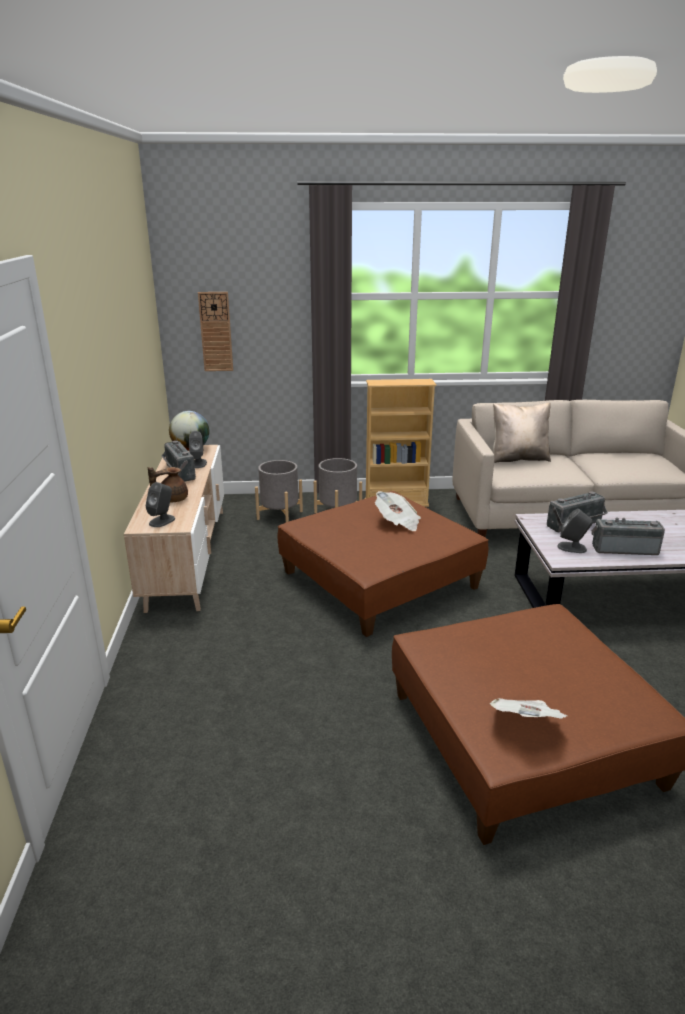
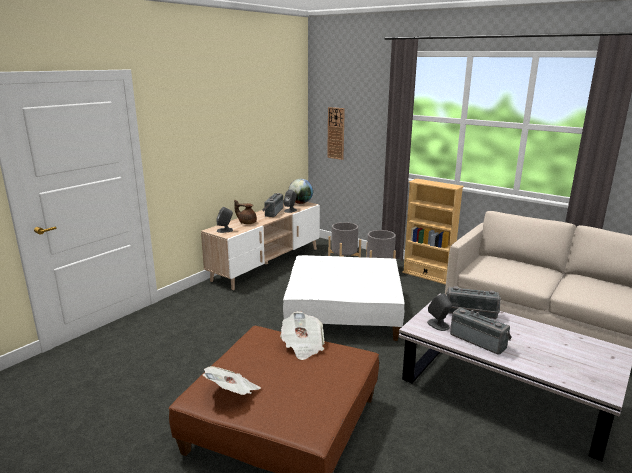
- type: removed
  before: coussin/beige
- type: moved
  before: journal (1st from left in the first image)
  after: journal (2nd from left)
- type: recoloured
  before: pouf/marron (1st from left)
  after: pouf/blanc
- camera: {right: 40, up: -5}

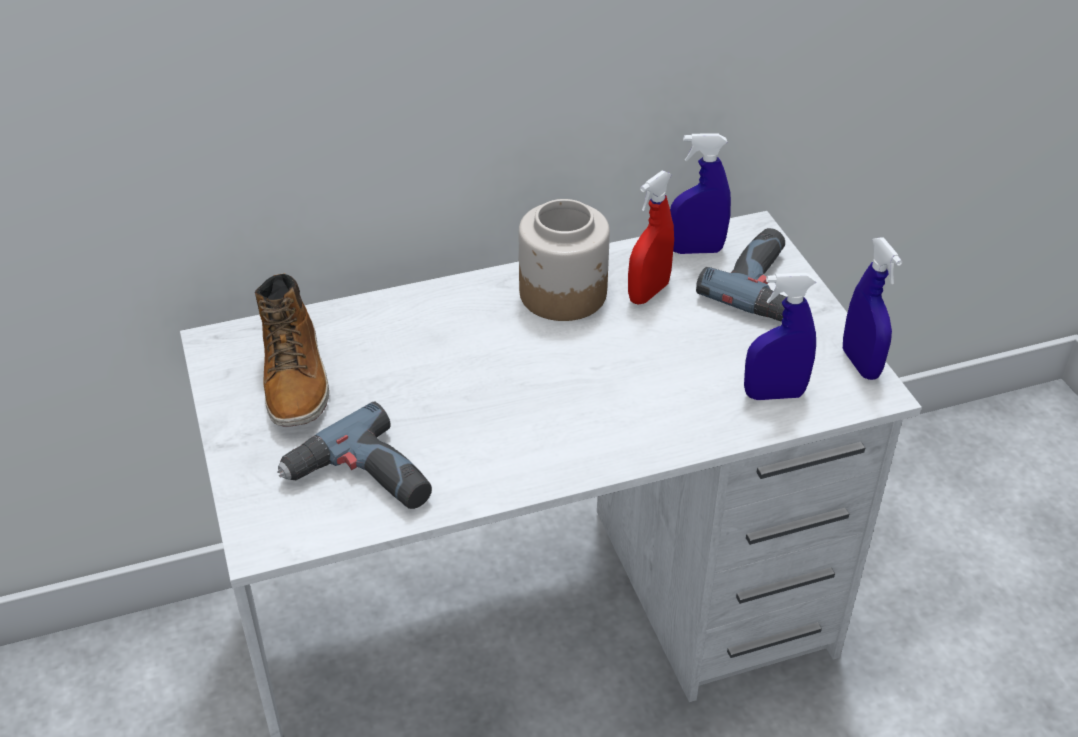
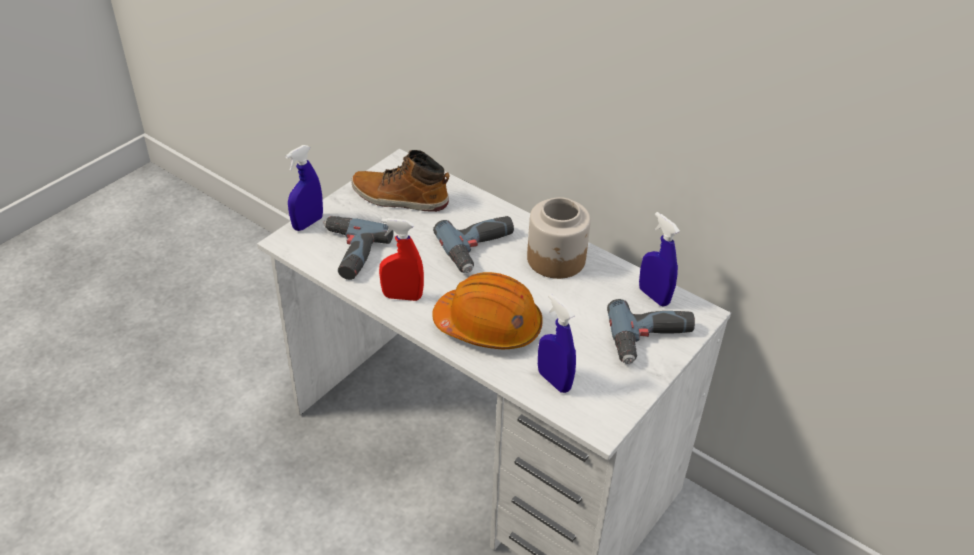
- type: added
  after: casque de chantier/orange
- type: added
  after: perceuse (2nd from left)
- type: moved
  before: vaporisateur/rouge
- type: moved
  before: vaporisateur/bleu (3rd from left in the first image)
  after: vaporisateur/bleu (1st from left)
- type: turned
  before: botte
  turn: 60
- camera: {right: 55, up: 0}

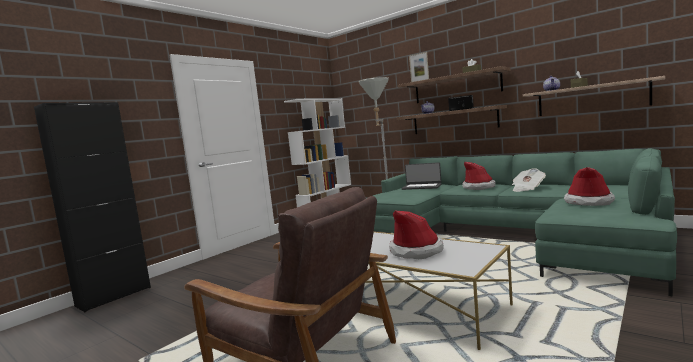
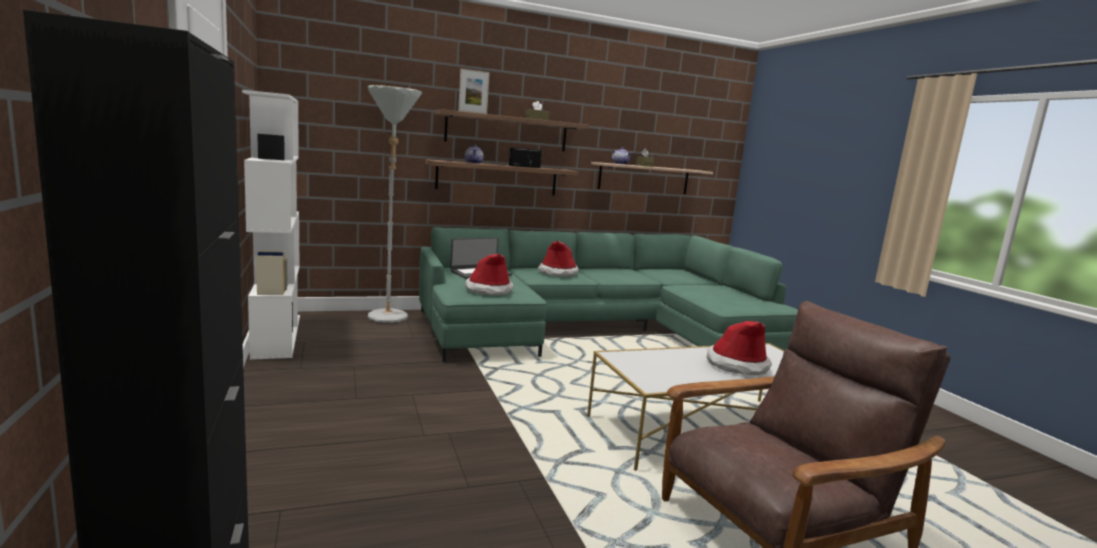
- type: removed
  before: journal
- type: moved
  before: chapeau (3rd from left in the first image)
  after: chapeau (1st from left)
- camera: {right: -60, up: 5}

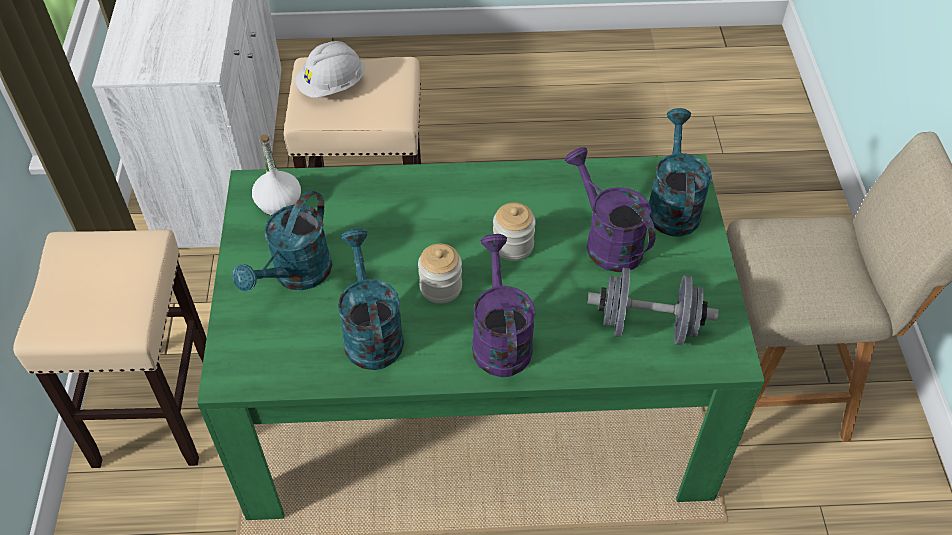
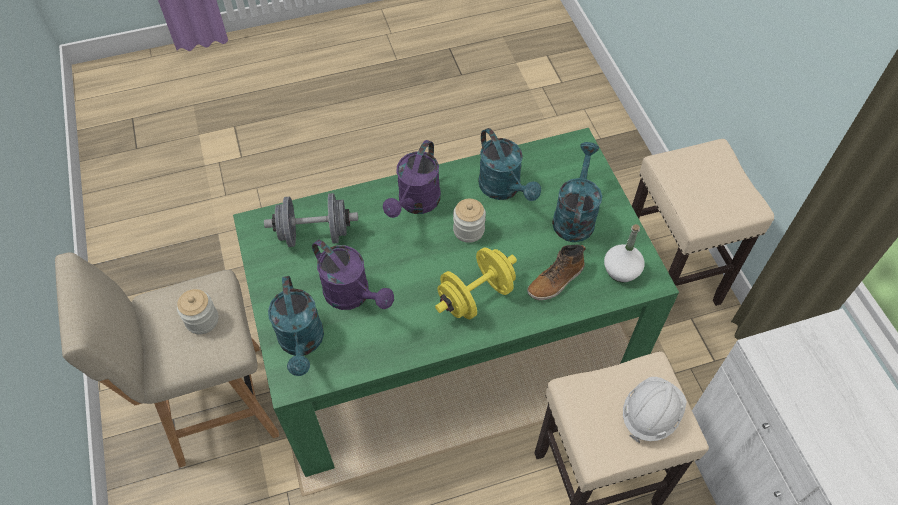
- type: added
  after: haltère/jaune
- type: added
  after: botte
- type: moved
  before: bocal (2nd from left in the first image)
  after: bocal (1st from left)
- type: turned
  before: arrosoir/violet (1st from left in the first image)
  turn: 45
- camera: {right: 165, up: 5}

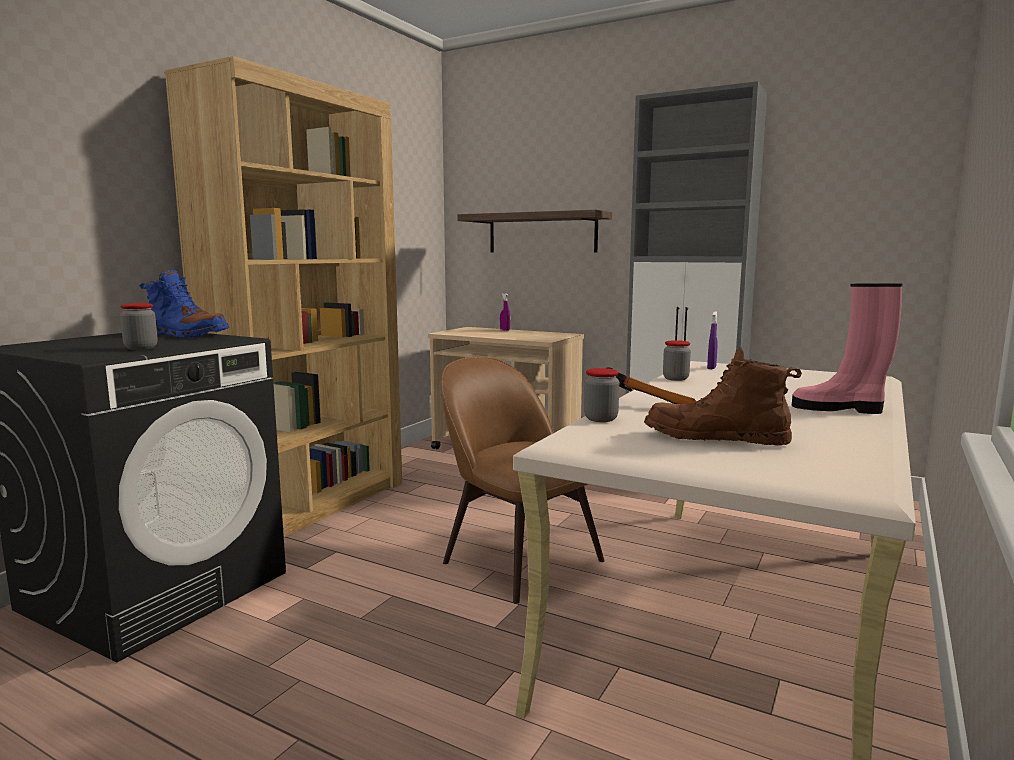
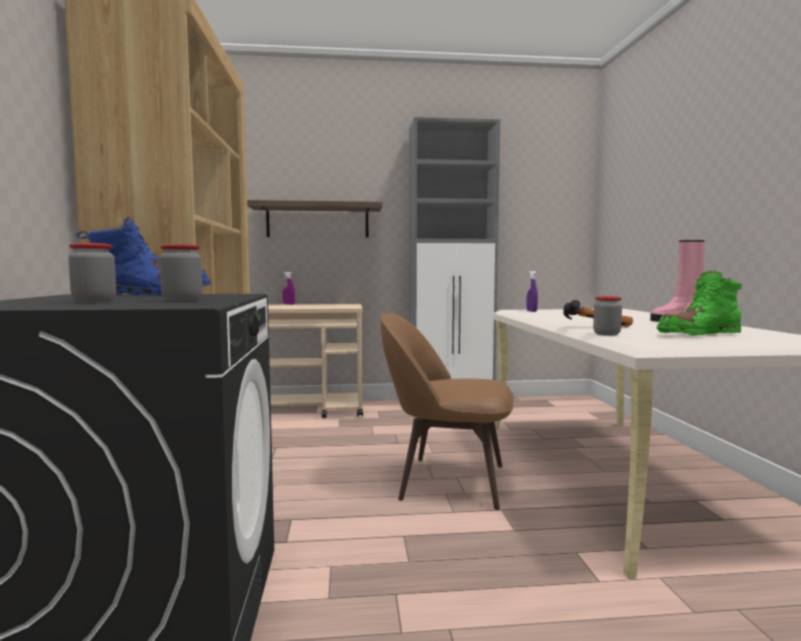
- type: moved
  before: bocal (3rd from left in the first image)
  after: bocal (1st from left)
- type: recoloured
  before: botte/marron
  after: botte/vert
- camera: {right: -35, up: -5}

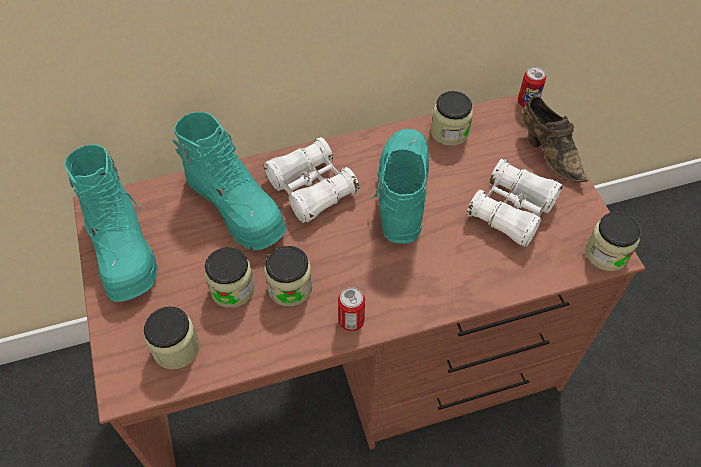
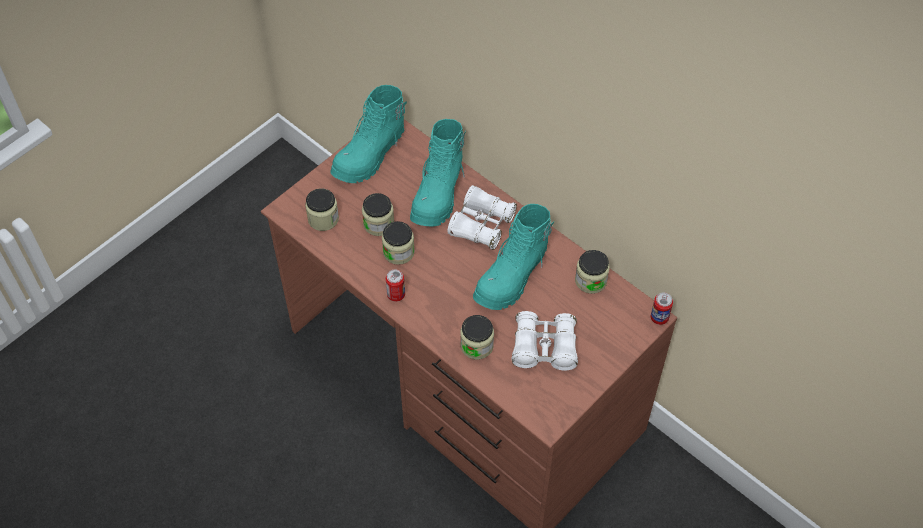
- type: removed
  before: chaussure/marron
- type: moved
  before: bocal (5th from left in the first image)
  after: bocal (4th from left)
- type: turned
  before: botte/turquoise (3rd from left)
  turn: 150
- camera: {right: 60, up: 0}

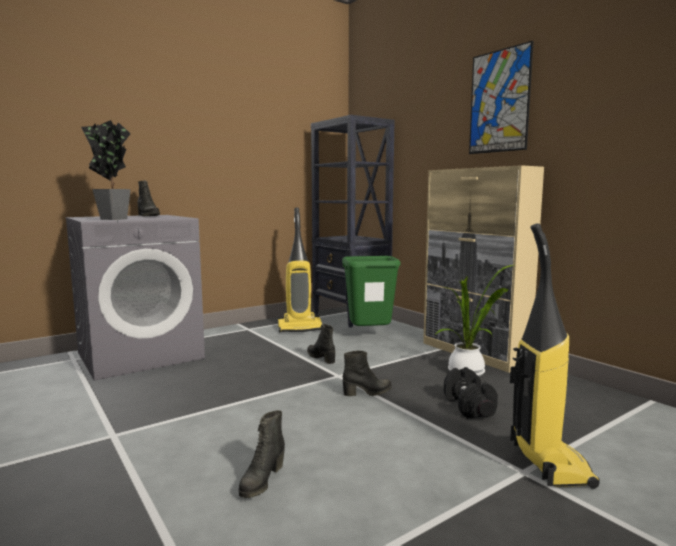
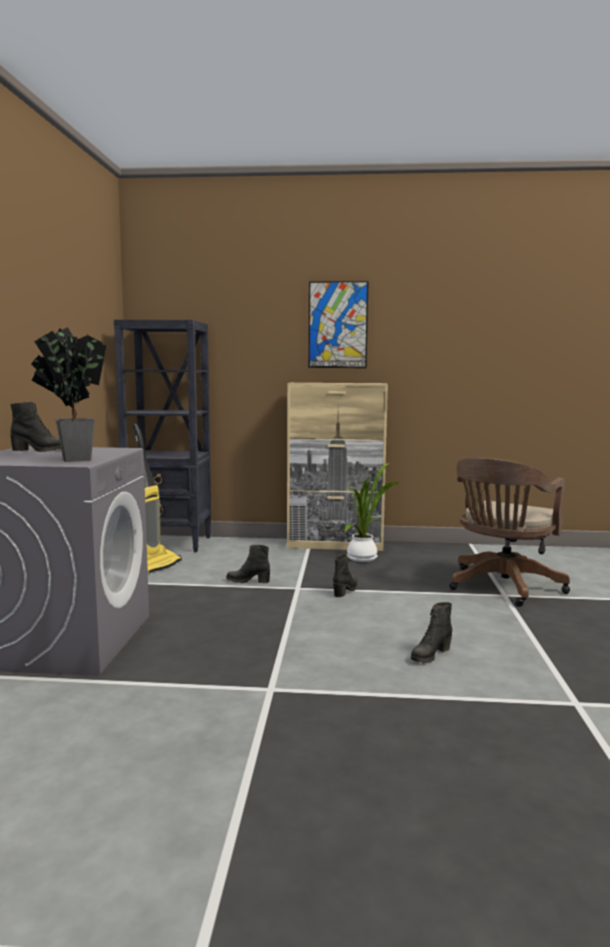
- type: removed
  before: poubelle/vert
- type: removed
  before: haltère/noir
- type: replaced
  before: aspirateur (2nd from left)
  after: chaise de bureau/marron
- type: turned
  before: botte/noir (2nd from left in the first image)
  turn: 75
- camera: {right: -50, up: 0}

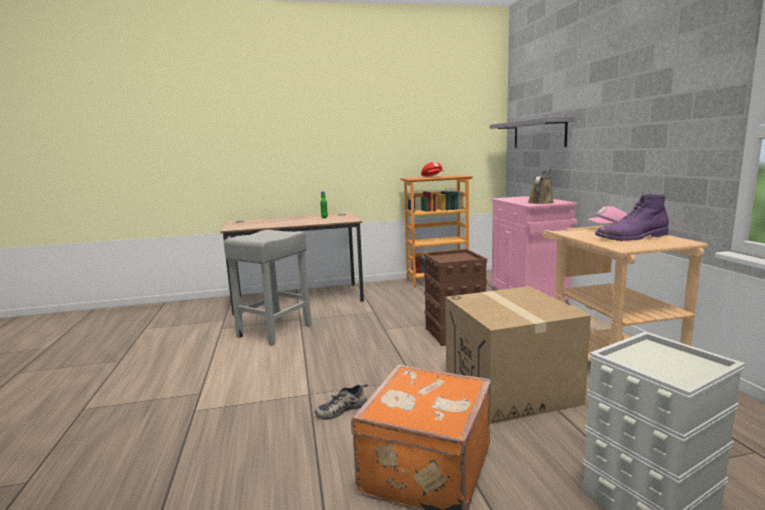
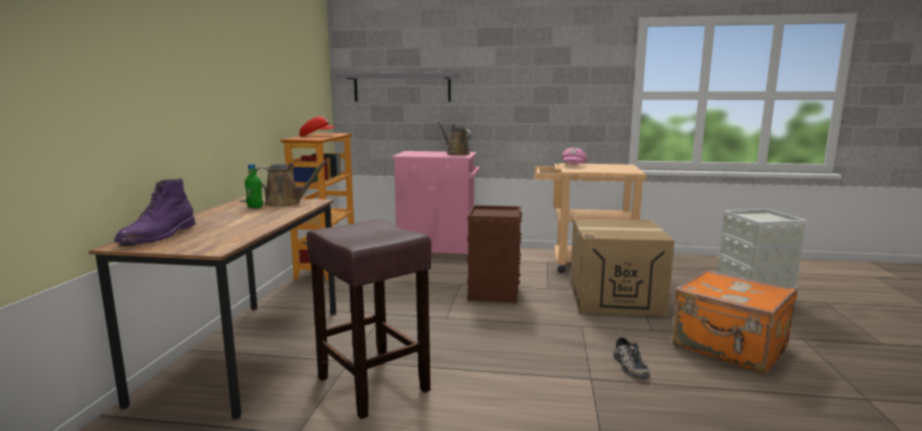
- type: added
  after: arrosoir/marron (1st from left)
- type: moved
  before: botte/violet
- type: recoloured
  before: tabouret/gris
  after: tabouret/marron
- camera: {right: -70, up: 0}

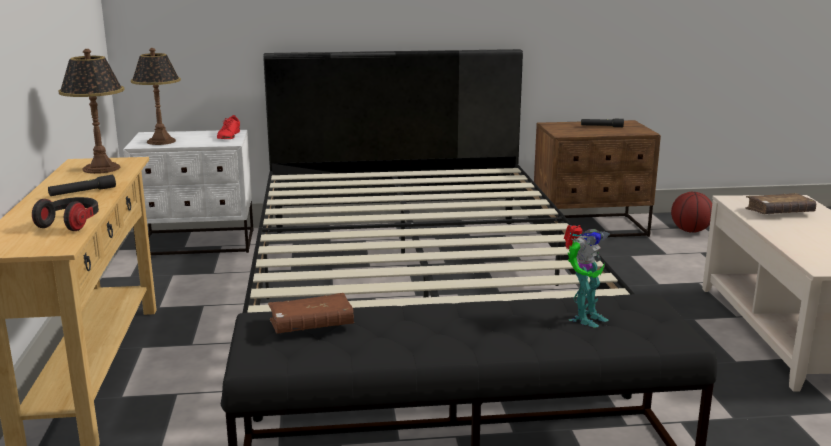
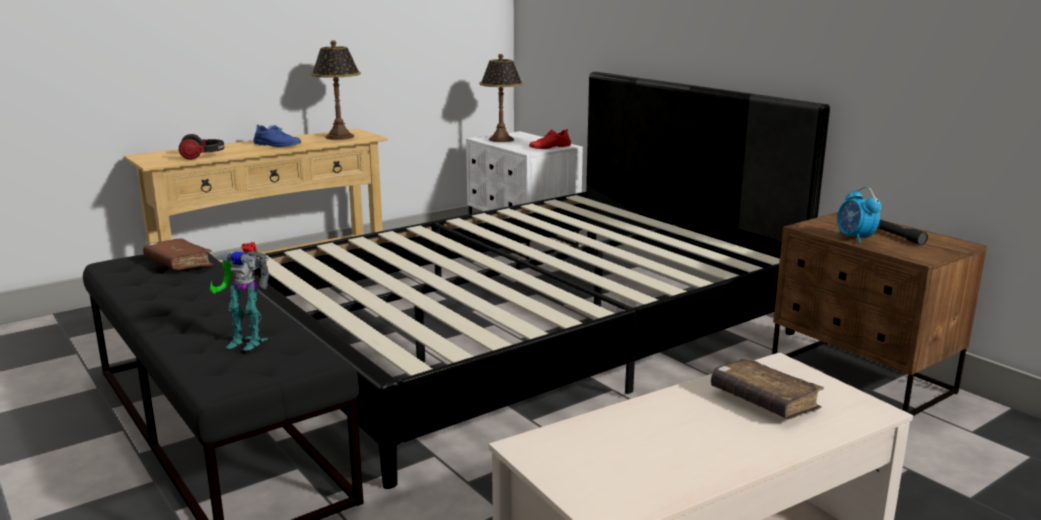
- type: removed
  before: ballon de basket
- type: added
  after: réveil
- type: replaced
  before: lampe de poche/noir (1st from left)
  after: chaussure/bleu
- camera: {right: 60, up: 0}

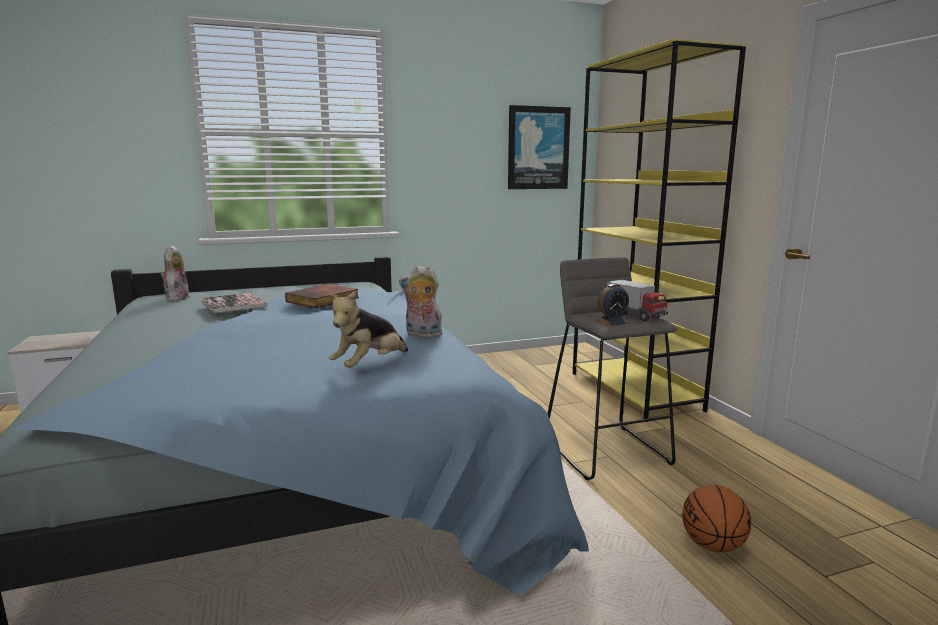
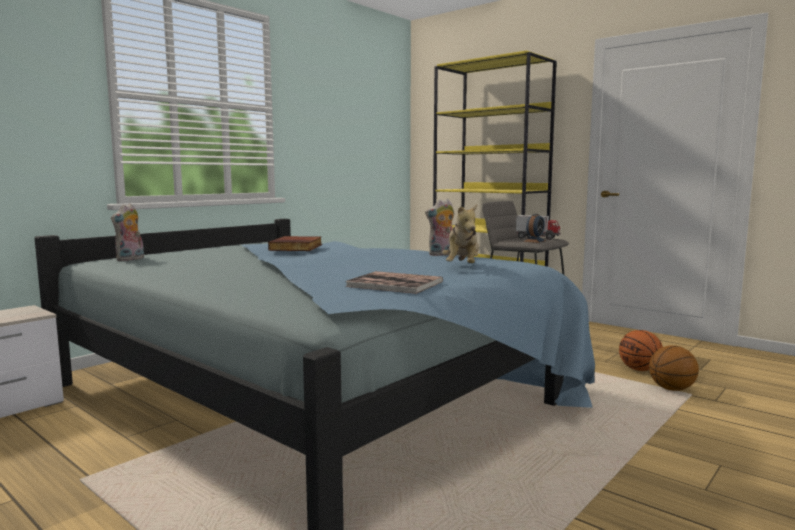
- type: removed
  before: tableau
- type: added
  after: ballon de basket (2nd from left)
- type: moved
  before: livre (1st from left in the first image)
  after: livre (2nd from left)
- type: turned
  before: peluche (1st from left)
  turn: -120
- camera: {right: -30, up: -5}

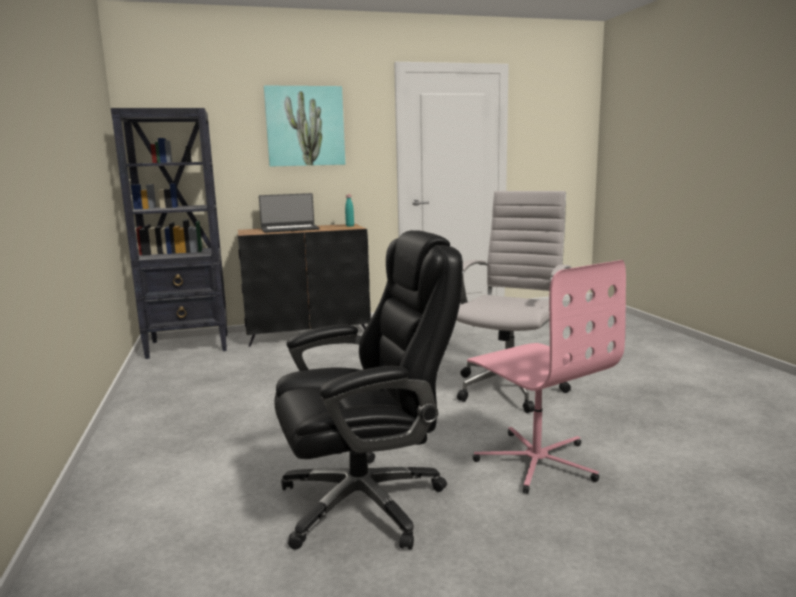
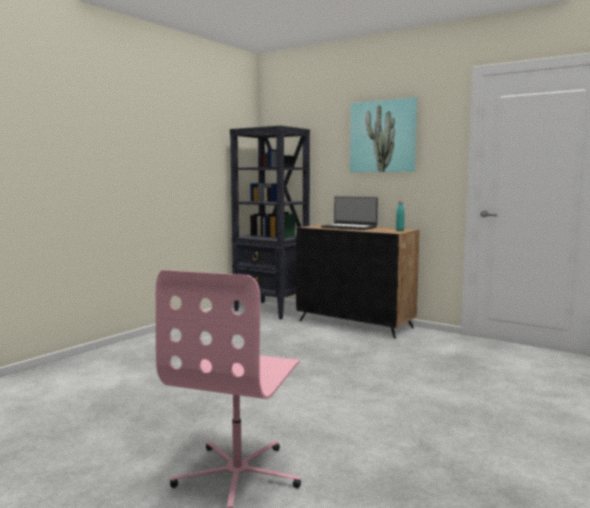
- type: removed
  before: chaise de bureau/noir
- type: removed
  before: chaise de bureau/blanc
- camera: {right: 50, up: -5}

